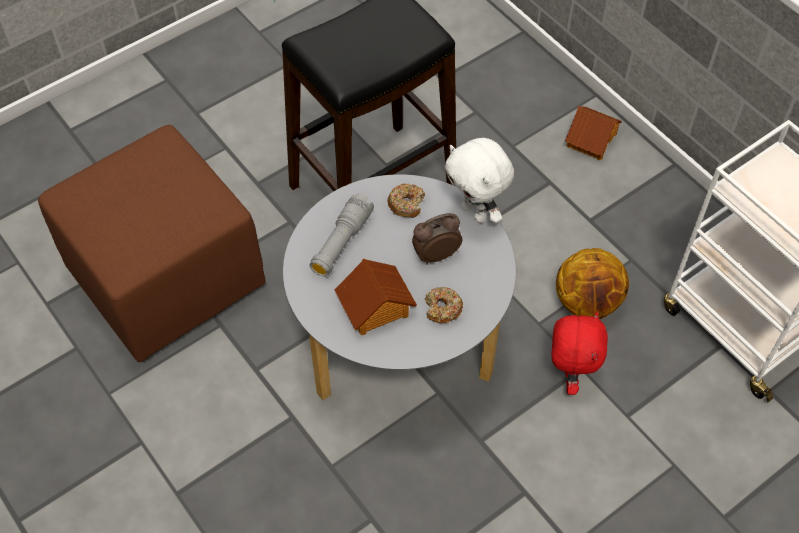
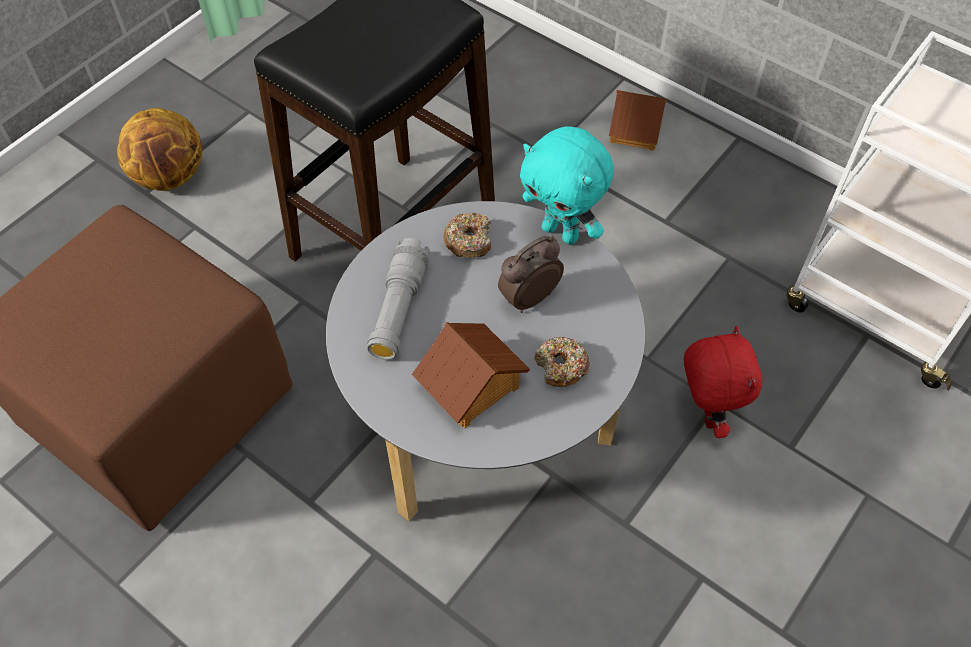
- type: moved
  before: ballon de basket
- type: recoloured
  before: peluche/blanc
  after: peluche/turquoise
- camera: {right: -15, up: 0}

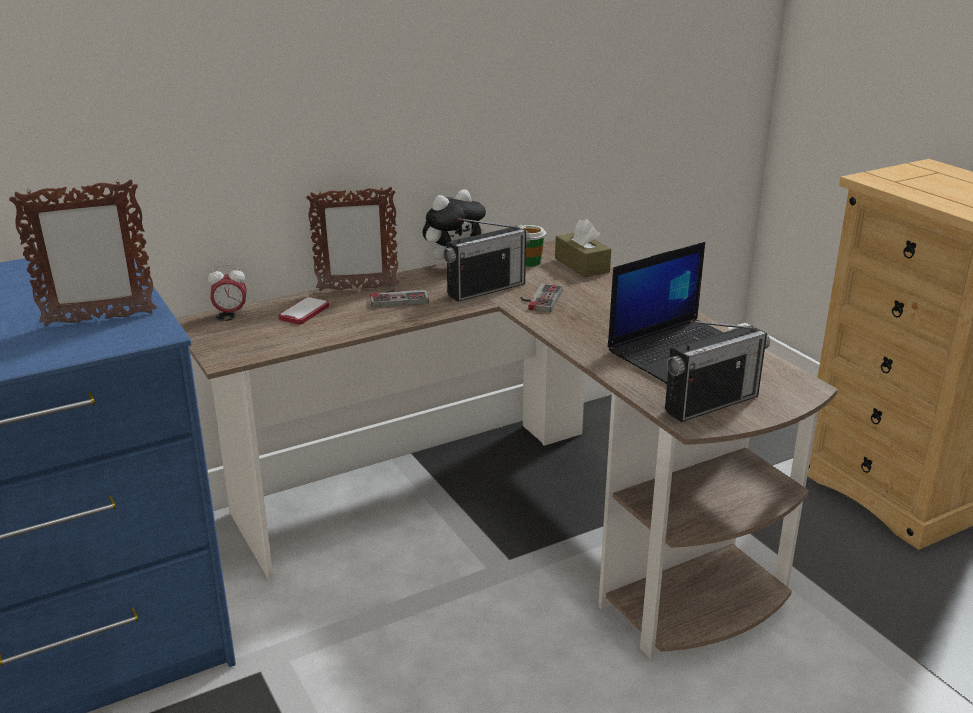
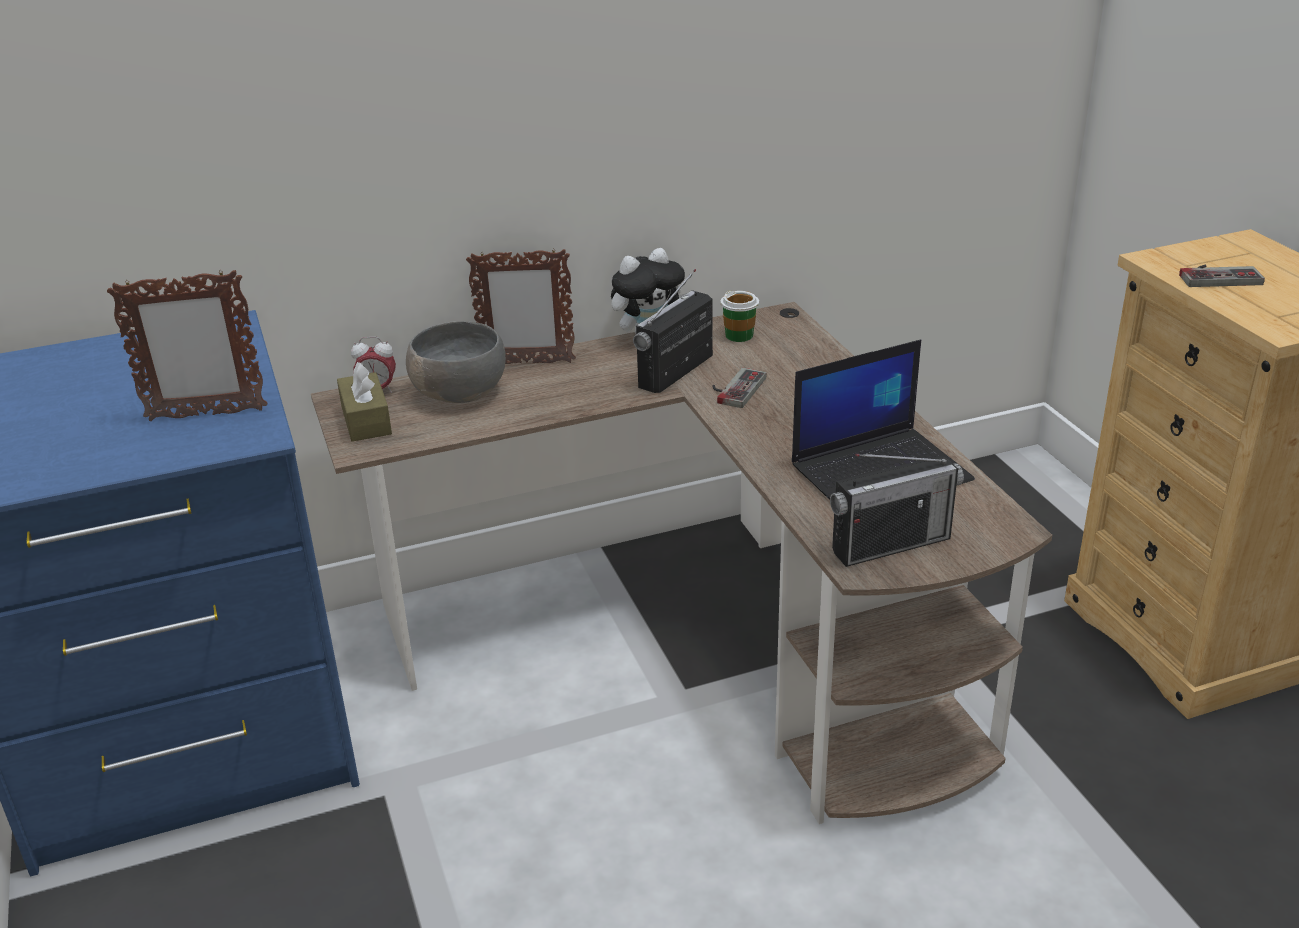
- type: moved
  before: manette (1st from left in the first image)
  after: manette (2nd from left)
- type: moved
  before: boîte à mouchoirs/marron
- type: replaced
  before: téléphone
  after: bol/gris
- type: turned
  before: radio (1st from left)
  turn: 150
- camera: {right: 10, up: 5}

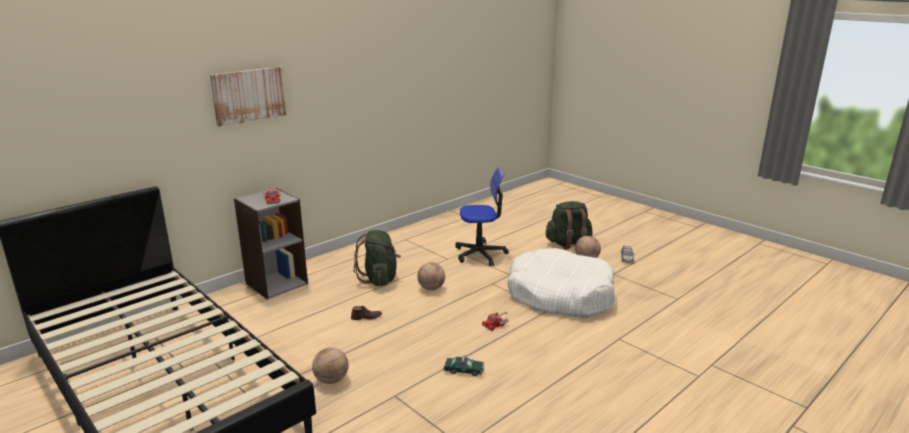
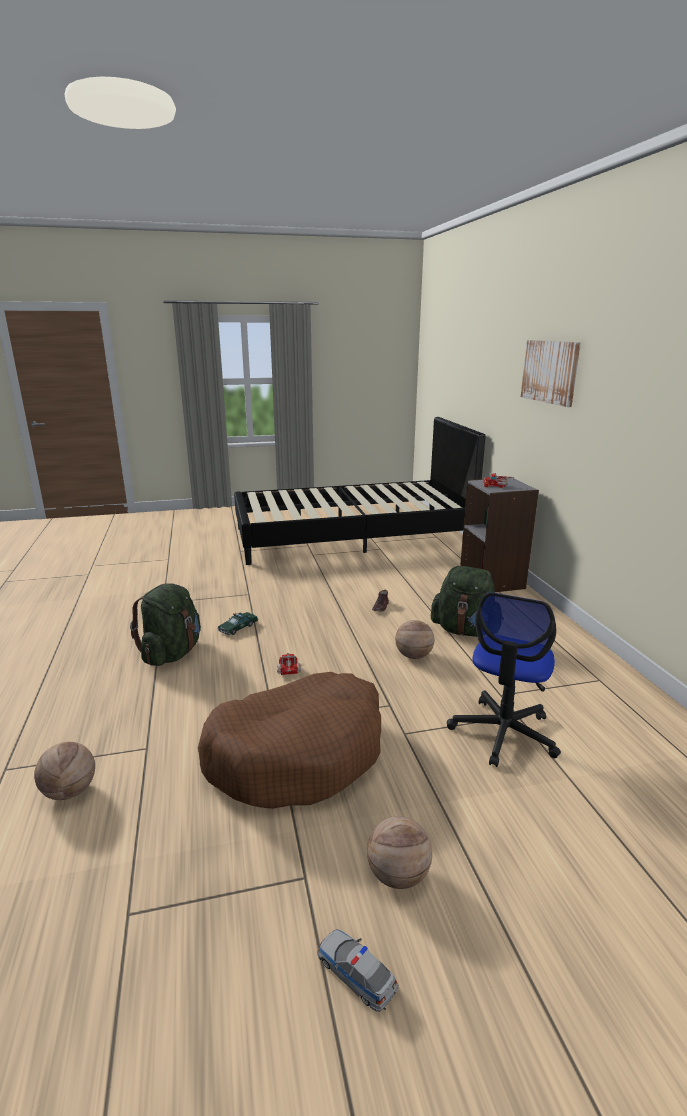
- type: moved
  before: ballon de basket (1st from left)
- type: moved
  before: sac à dos/vert (2nd from left in the first image)
  after: sac à dos/vert (1st from left)
- type: recoloured
  before: panier pour chien/blanc
  after: panier pour chien/marron
- camera: {right: 120, up: 0}

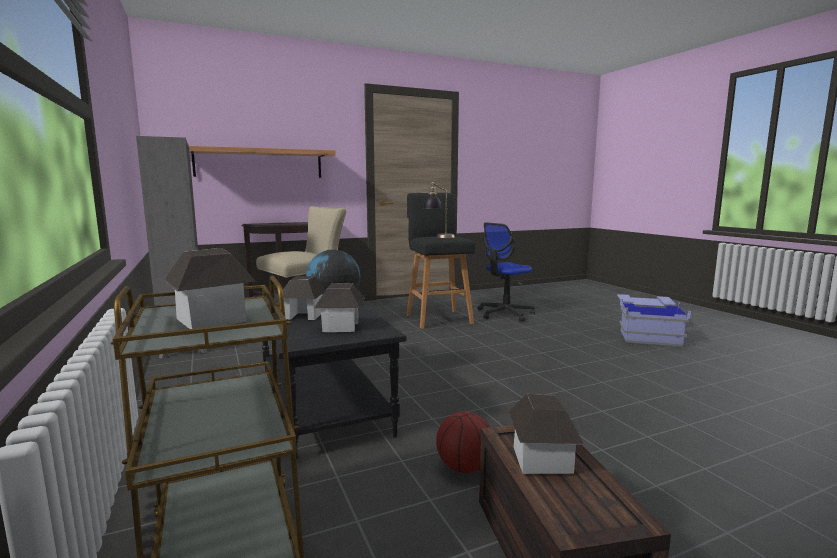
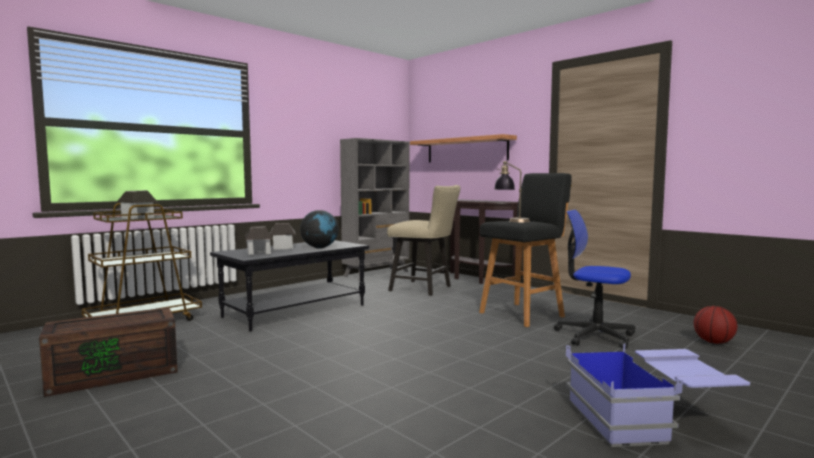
- type: removed
  before: maison miniature (4th from left)
- type: moved
  before: ballon de basket
- camera: {right: 70, up: -5}

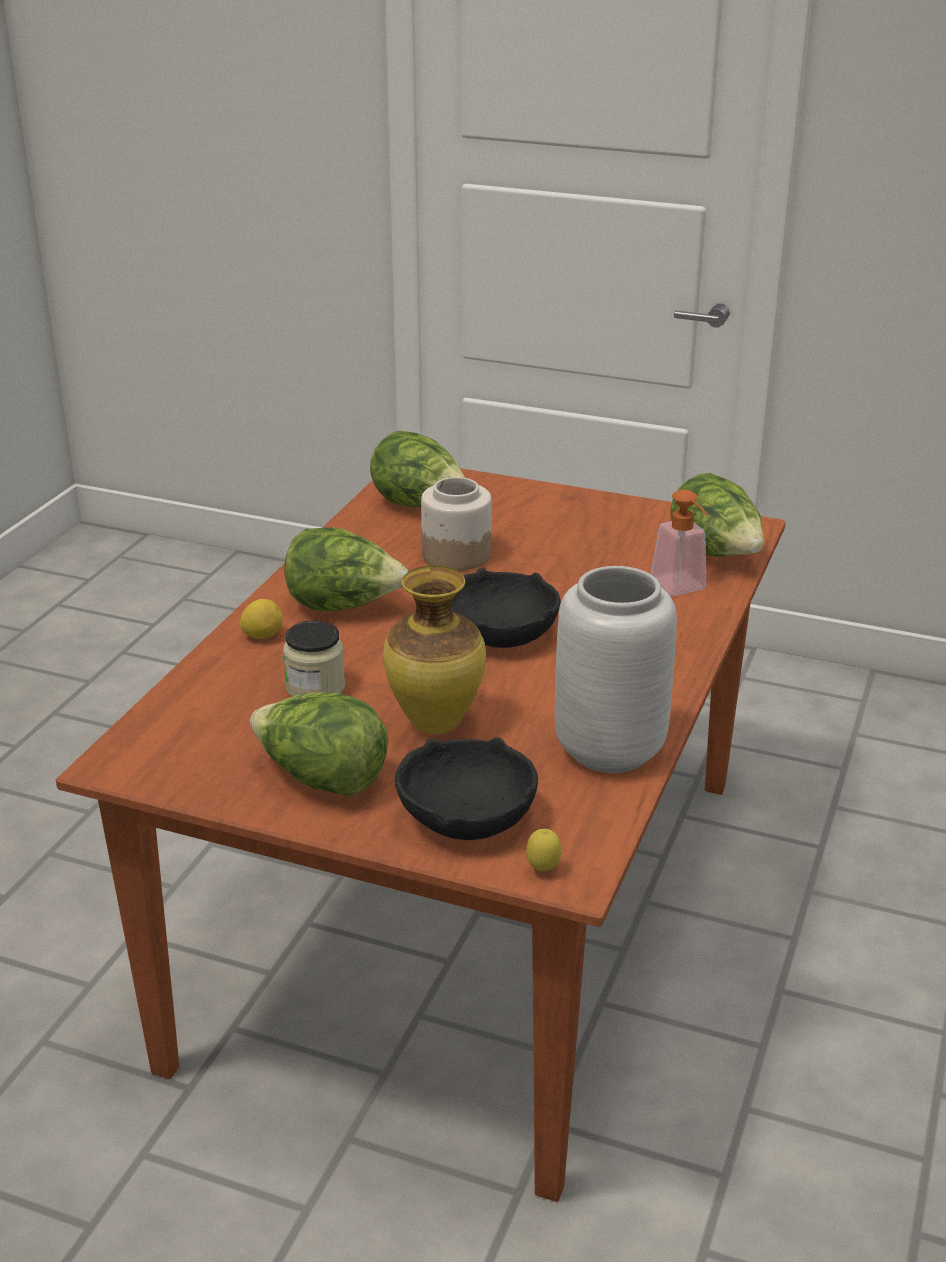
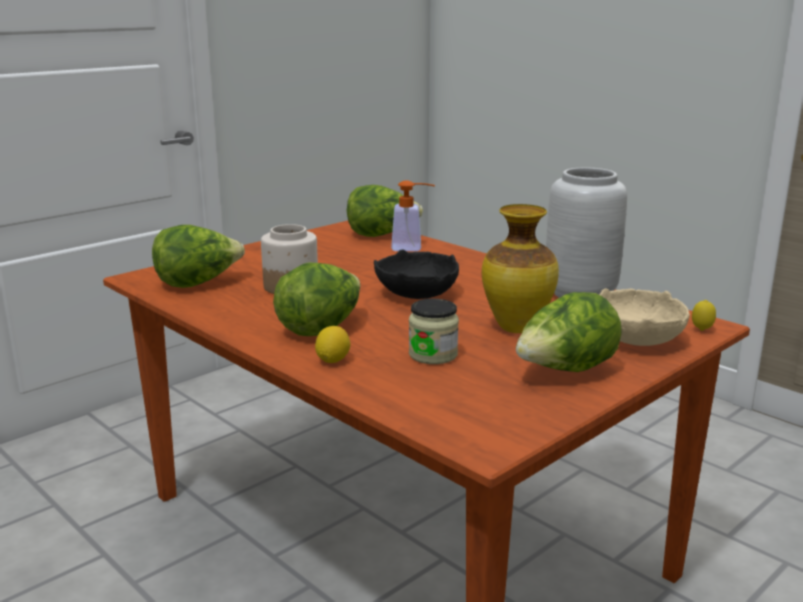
- type: recoloured
  before: bol/noir (1st from left)
  after: bol/beige
- camera: {right: -65, up: -10}

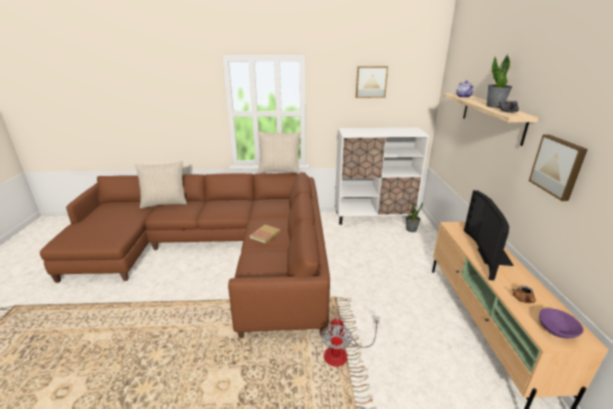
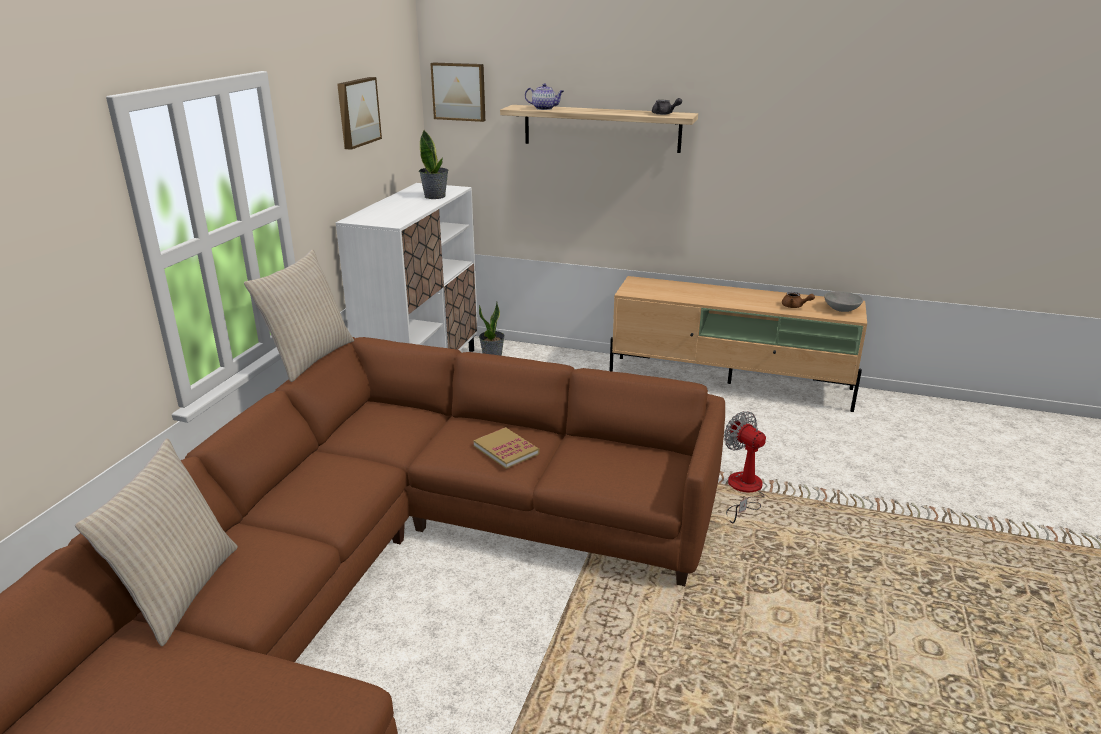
- type: removed
  before: téléviseur
- type: moved
  before: plante en pot (2nd from left in the first image)
  after: plante en pot (1st from left)
- type: moved
  before: tableau (2nd from left)
- type: recoloured
  before: bol/violet
  after: bol/gris
- type: turned
  before: ventilateur
  turn: -150
- camera: {right: -70, up: 0}

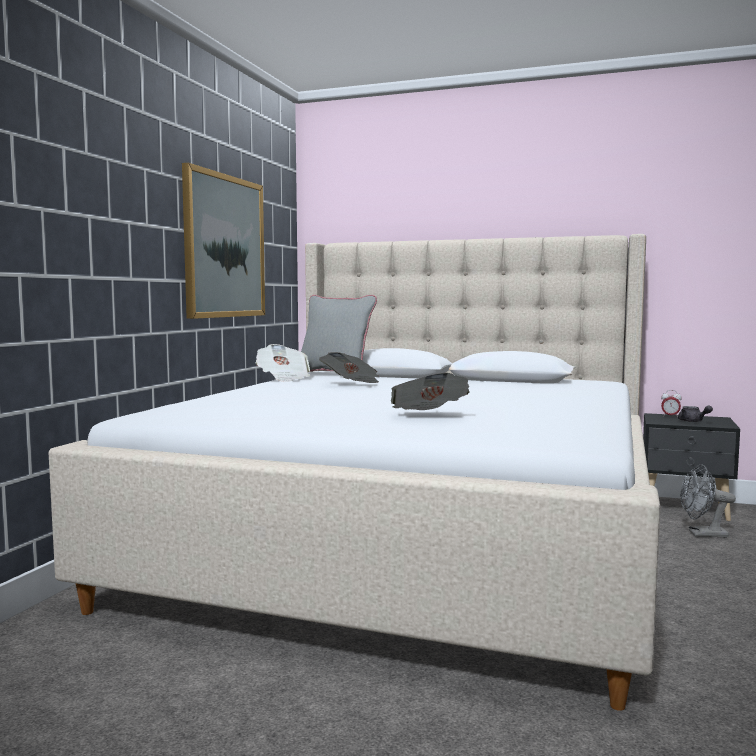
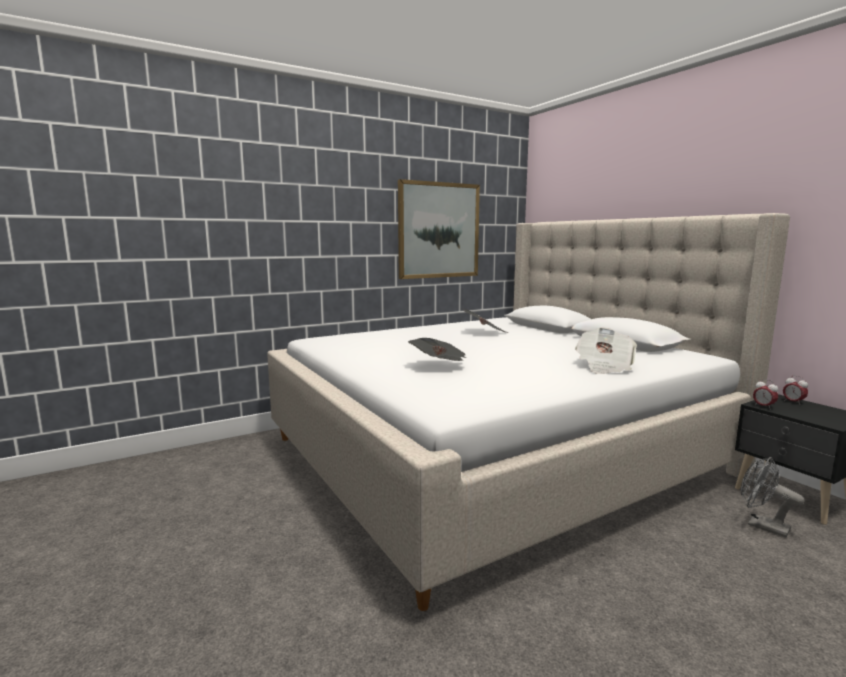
- type: removed
  before: coussin/gris
- type: removed
  before: théière/gris
- type: added
  after: réveil (1st from left)
- type: moved
  before: journal (1st from left in the first image)
  after: journal (3rd from left)
- camera: {right: 40, up: 5}

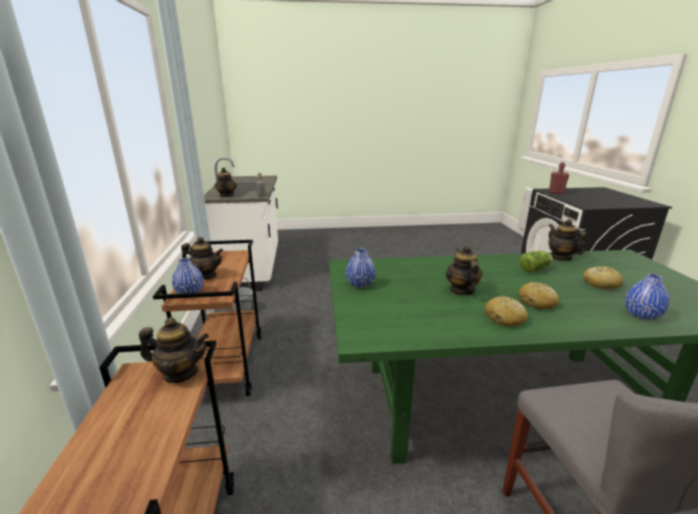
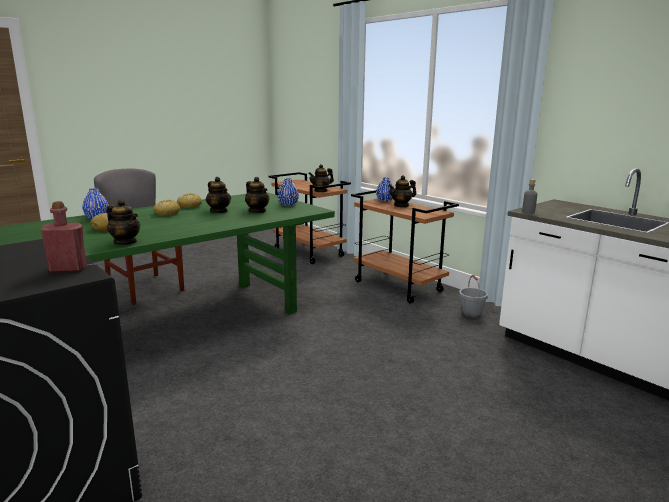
- type: removed
  before: laitue
- type: moved
  before: théière (3rd from left)
- camera: {right: 145, up: -5}

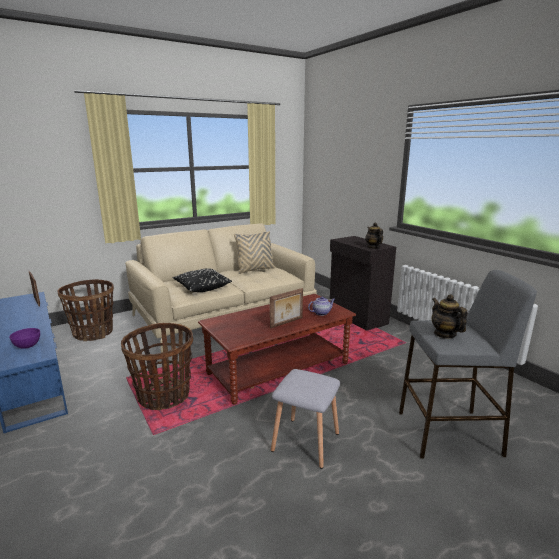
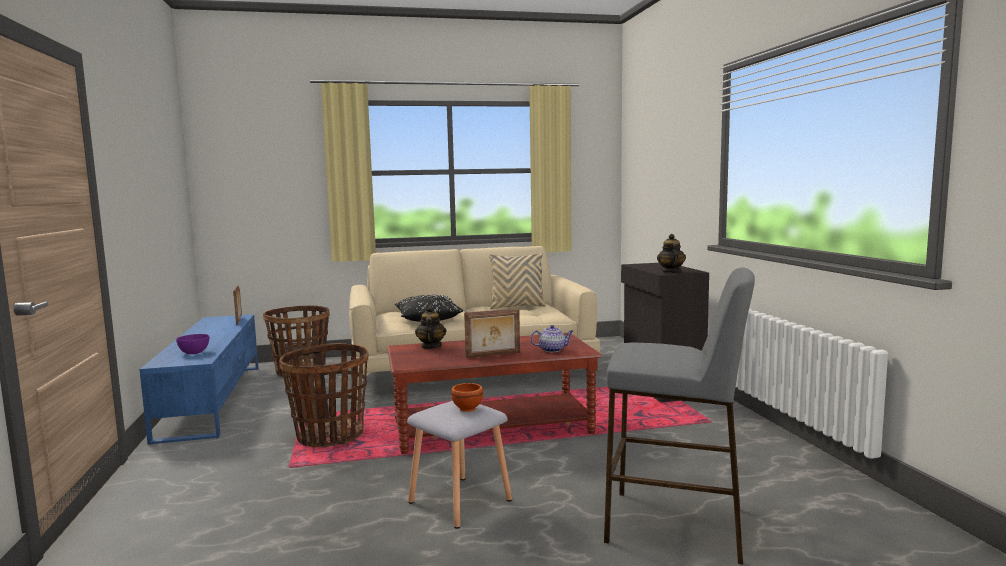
- type: added
  after: bol/marron
- type: moved
  before: théière (3rd from left in the first image)
  after: théière (1st from left)
- camera: {right: 20, up: -10}

